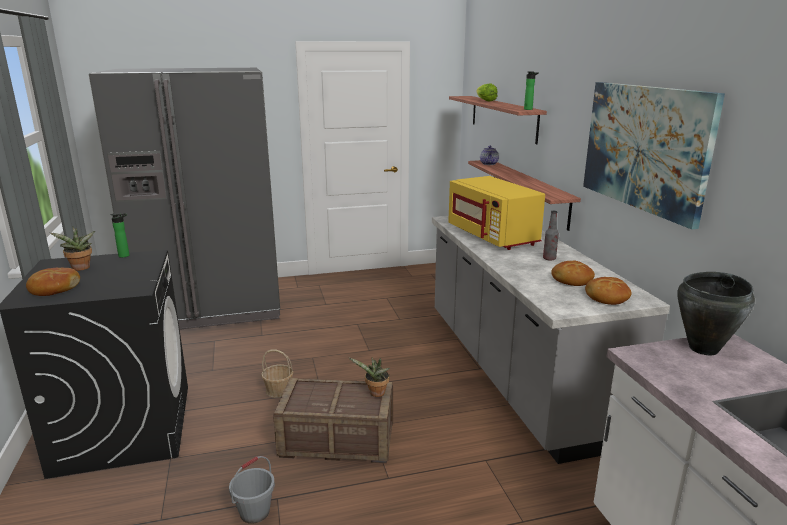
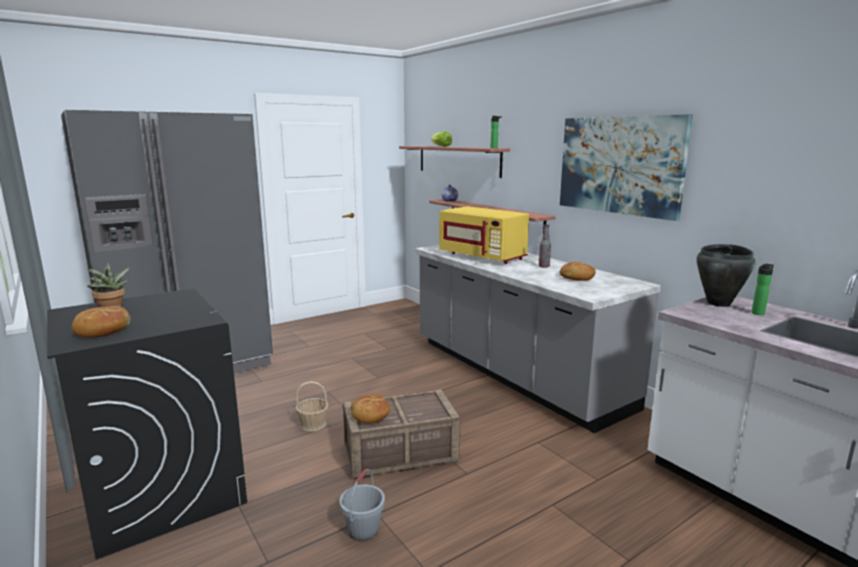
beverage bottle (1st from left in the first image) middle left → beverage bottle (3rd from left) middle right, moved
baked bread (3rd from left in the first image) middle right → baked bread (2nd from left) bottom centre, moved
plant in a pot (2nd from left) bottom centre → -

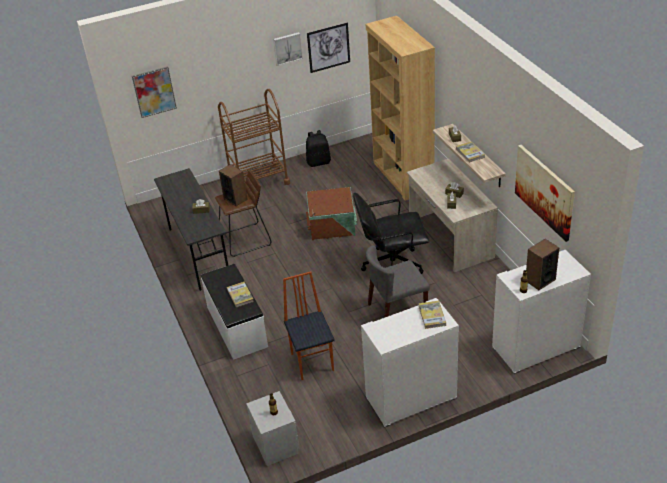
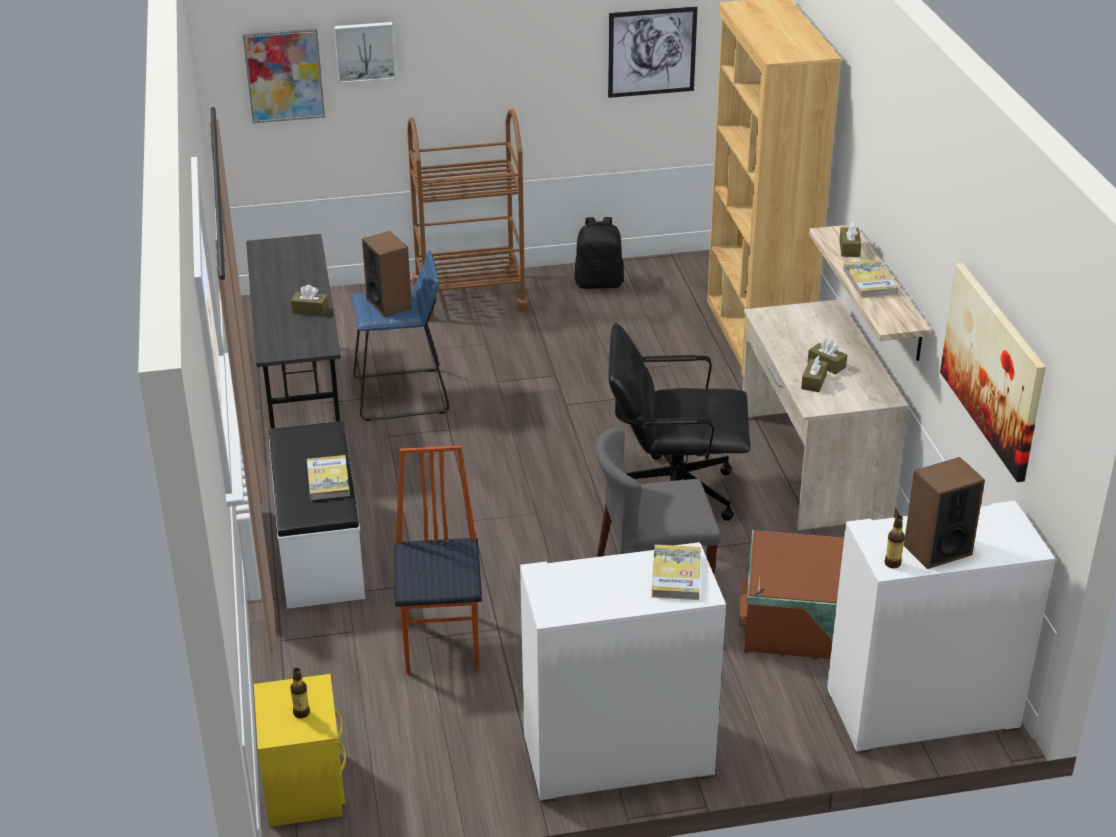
picture (2nd from left) top centre → picture (2nd from left) top left, moved
sitting stool (brownish) centre → sitting stool (bluish) centre
storage box (brownish) centre → storage box (brownish) bottom right, moved
nightstand (grey) bottom centre → nightstand (yellow) bottom left

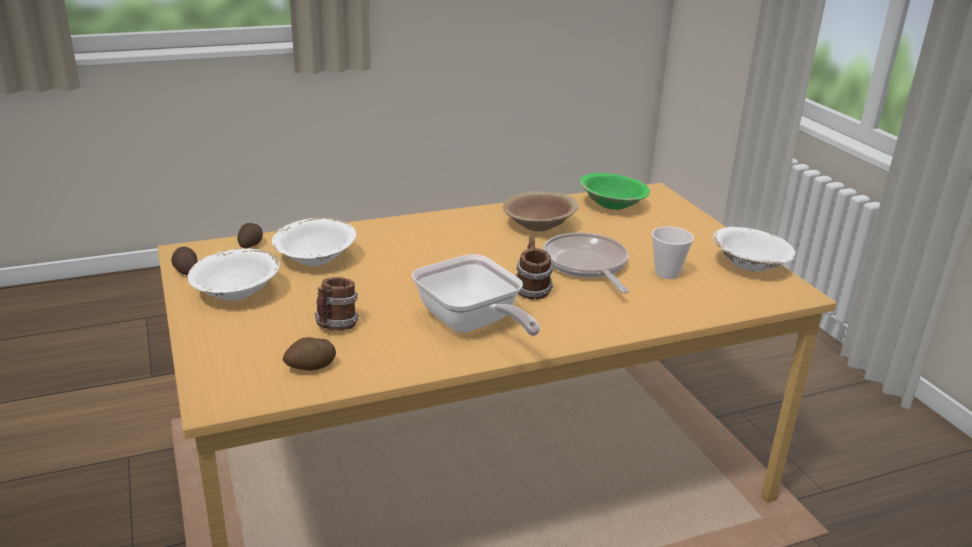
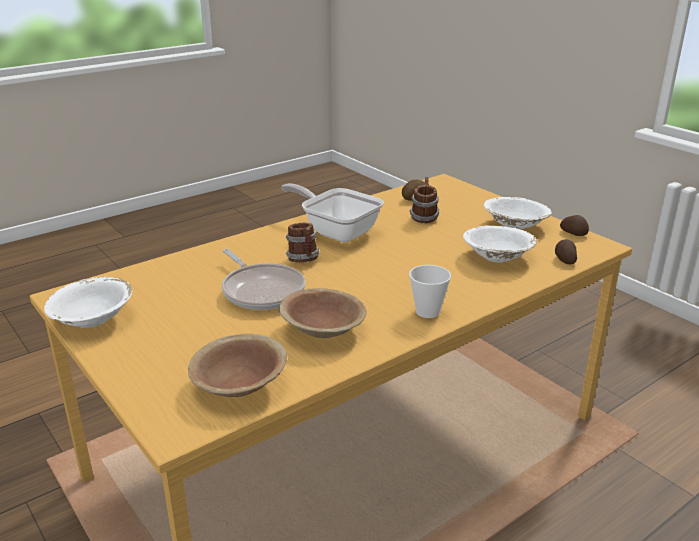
serving bowl (greenish) centre → serving bowl (brownish) (1st from left) bottom centre
drinking cup middle right → drinking cup centre, moved

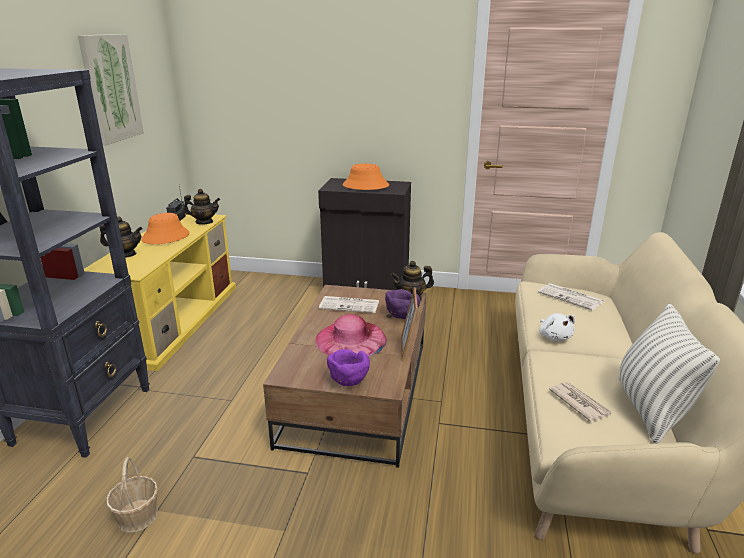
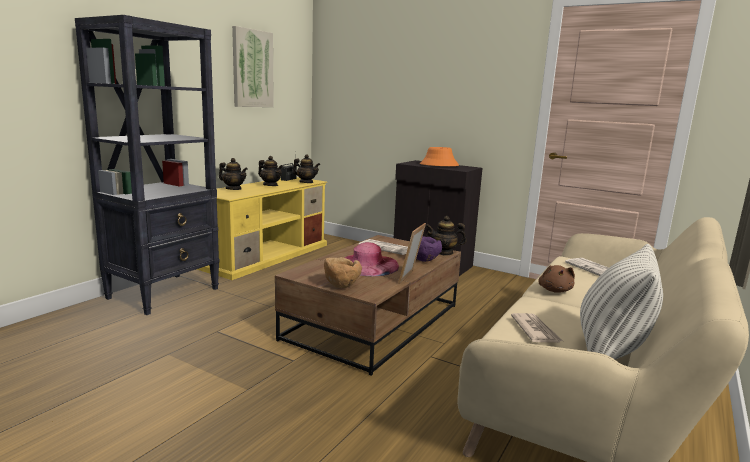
hat (orange) (1st from left) middle left → tea pot (2nd from left) centre
cuddly toy (white) middle right → cuddly toy (brownish) middle right
serving bowl (purplish) (1st from left) centre → serving bowl (brownish) centre
basket bottom left → -

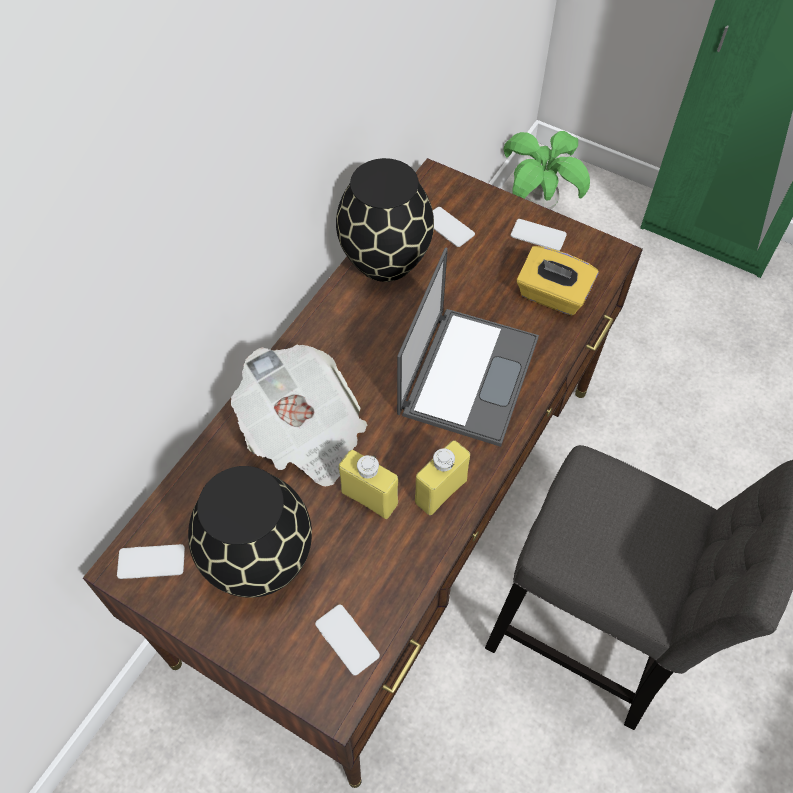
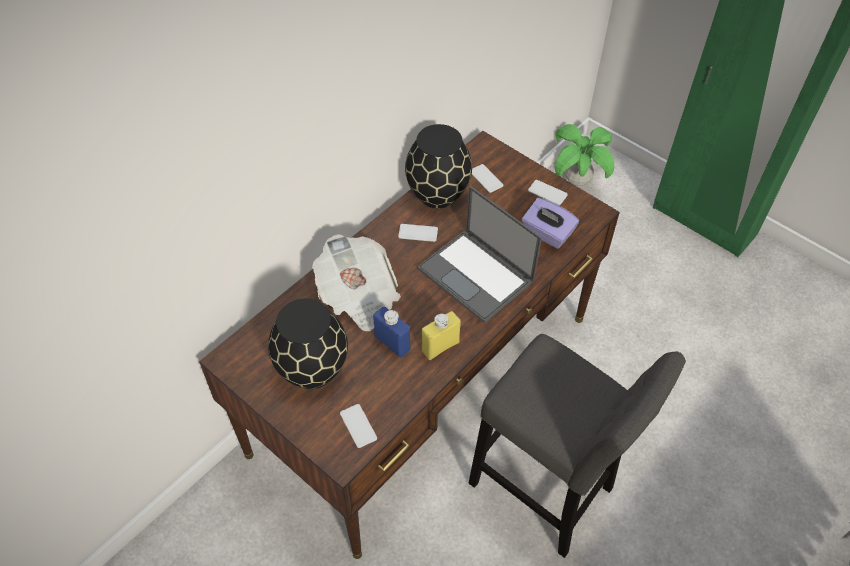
tissue box (yellow) middle right → tissue box (purplish) centre
laptop centre, 105 degrees clockwise
beverage bottle (yellow) (1st from left) centre → beverage bottle (bluish) centre
telephone (1st from left in the first image) bottom left → telephone (2nd from left) centre, moved

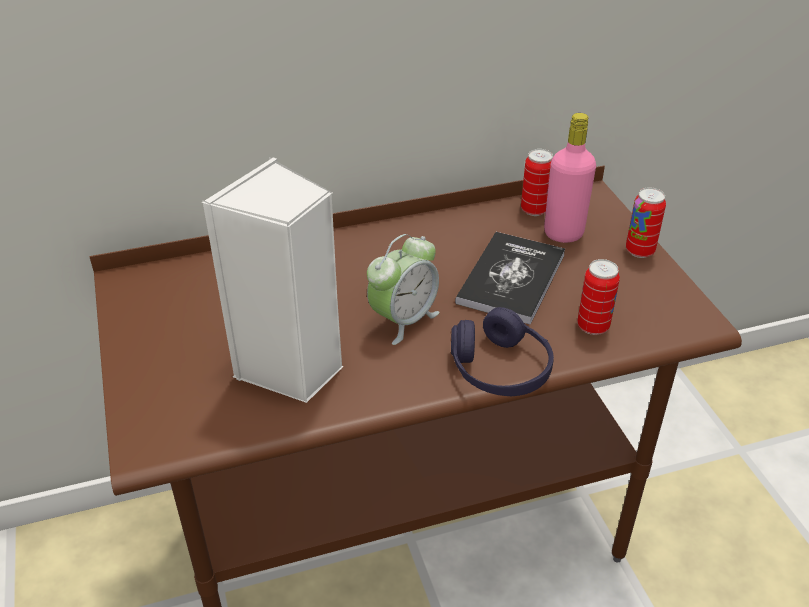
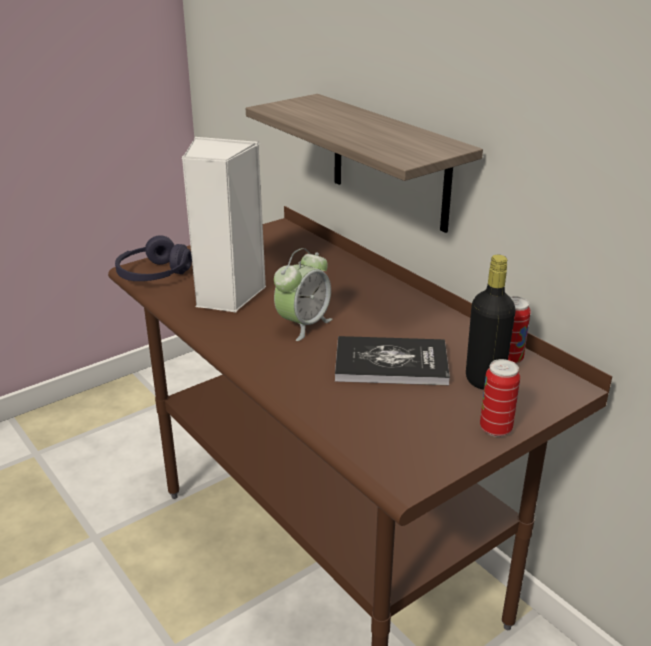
beverage bottle (pinkish) top right → beverage bottle (black) middle right
bedside clock centre, 75 degrees counterclockwise
metal can (2nd from left) middle right → -
headphones (purplish) centre → headphones (purplish) middle left, moved
- → shelf top centre

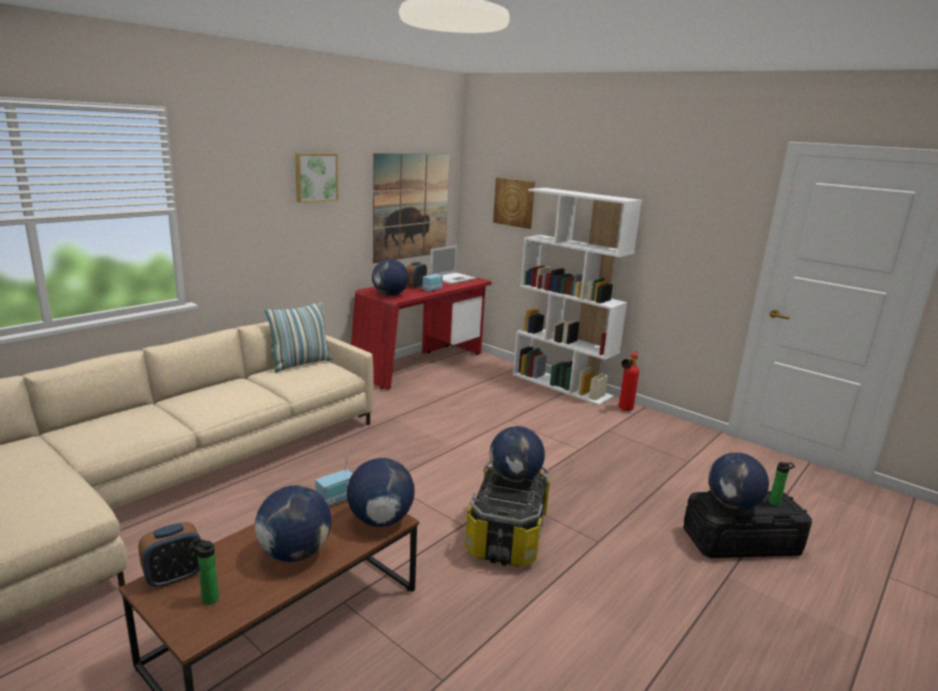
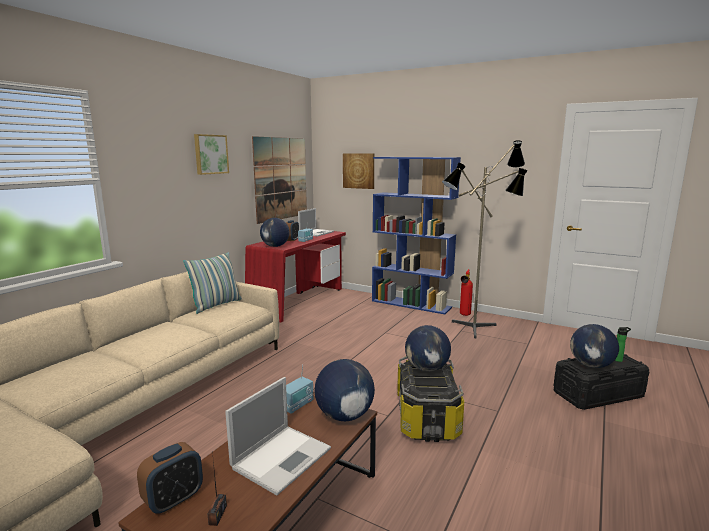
shelving unit (white) centre → shelving unit (bluish) centre
world globe (1st from left) bottom left → laptop (1st from left) bottom centre
beverage bottle (1st from left) bottom left → radio (1st from left) bottom left
- → standing lamp middle right

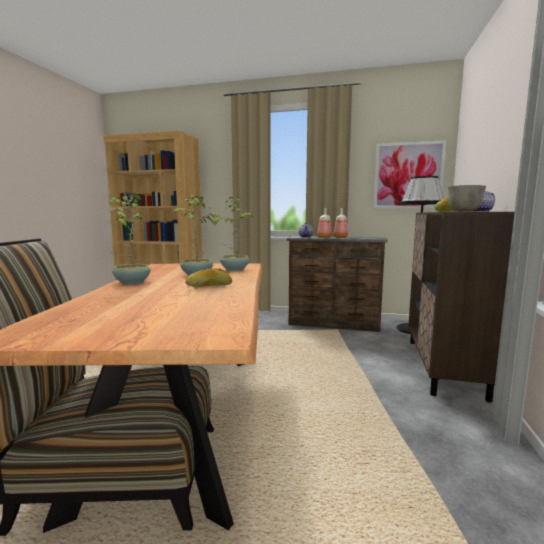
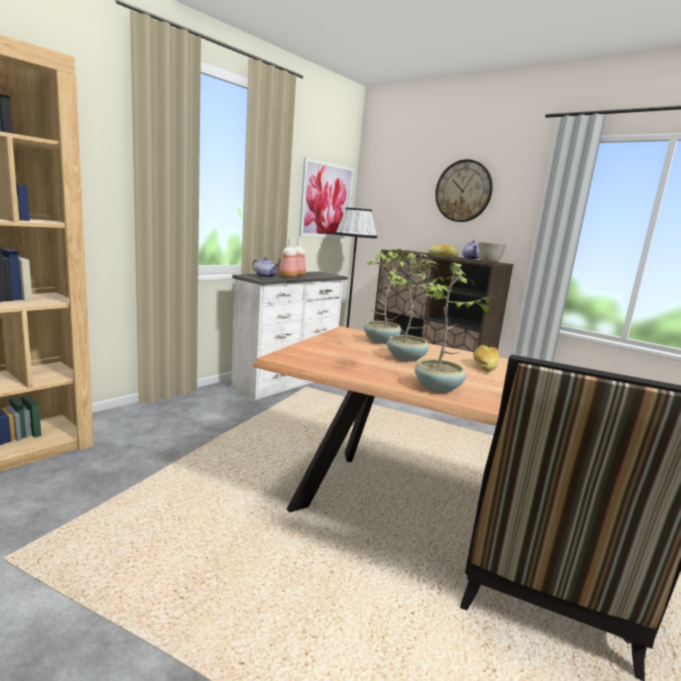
dresser (brownish) centre → dresser (white) centre
- → wall clock top right

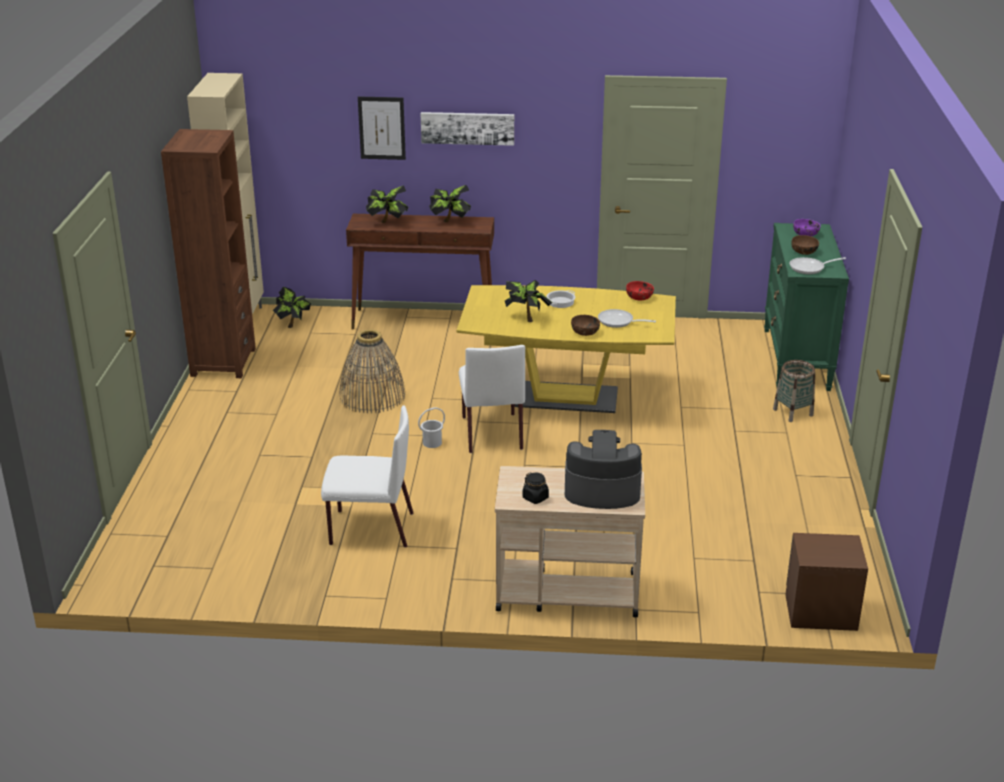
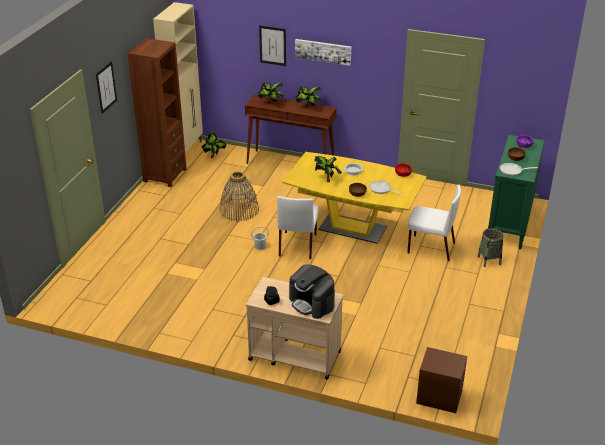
plain chair (white) (1st from left in the first image) centre → plain chair (white) (2nd from left) middle right, moved
coffee maker centre, 150 degrees counterclockwise
- → picture (1st from left) top left

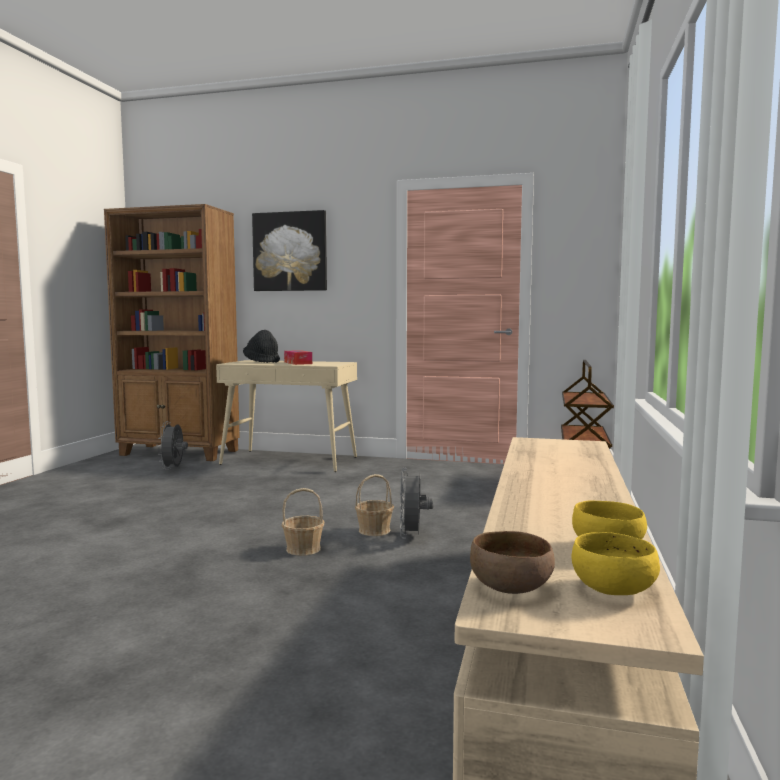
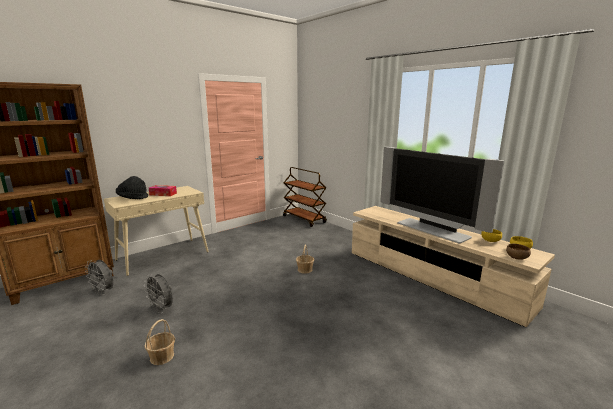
picture top centre → -
cooling fan (grey) (2nd from left) centre → cooling fan (grey) (2nd from left) bottom left, moved
basket (1st from left) bottom centre → basket (1st from left) bottom left, moved
- → TV middle right

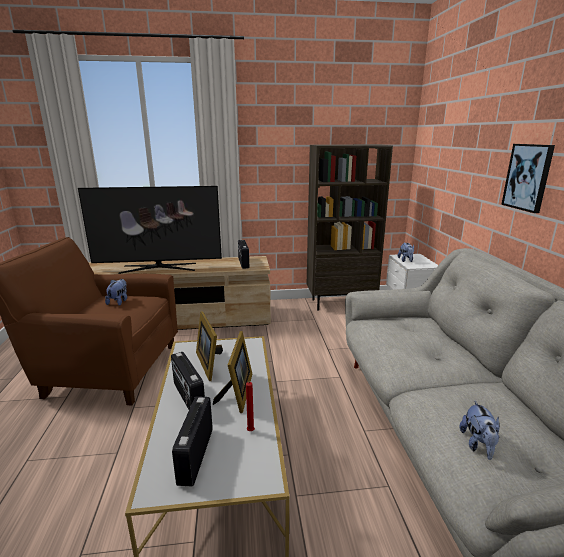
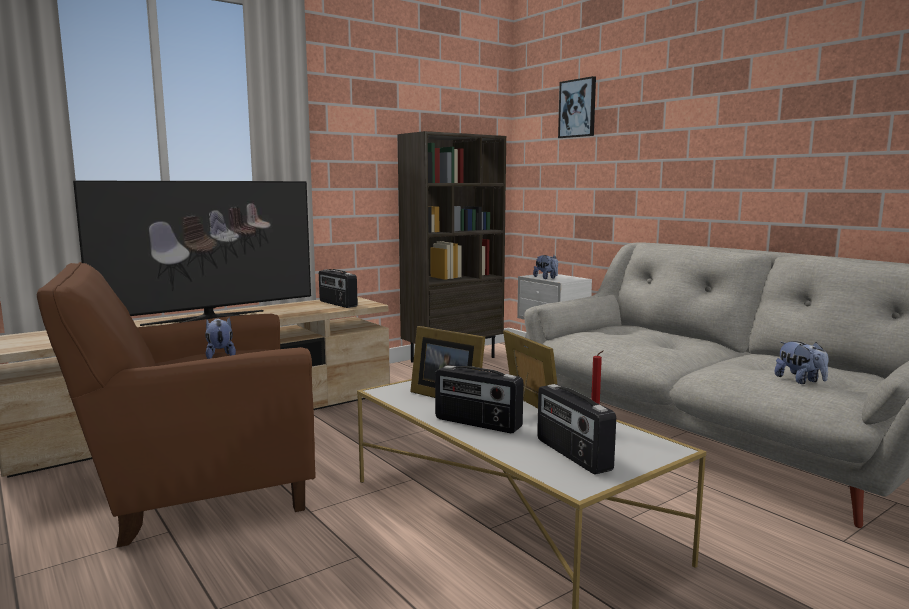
picture top right → picture top centre, moved

